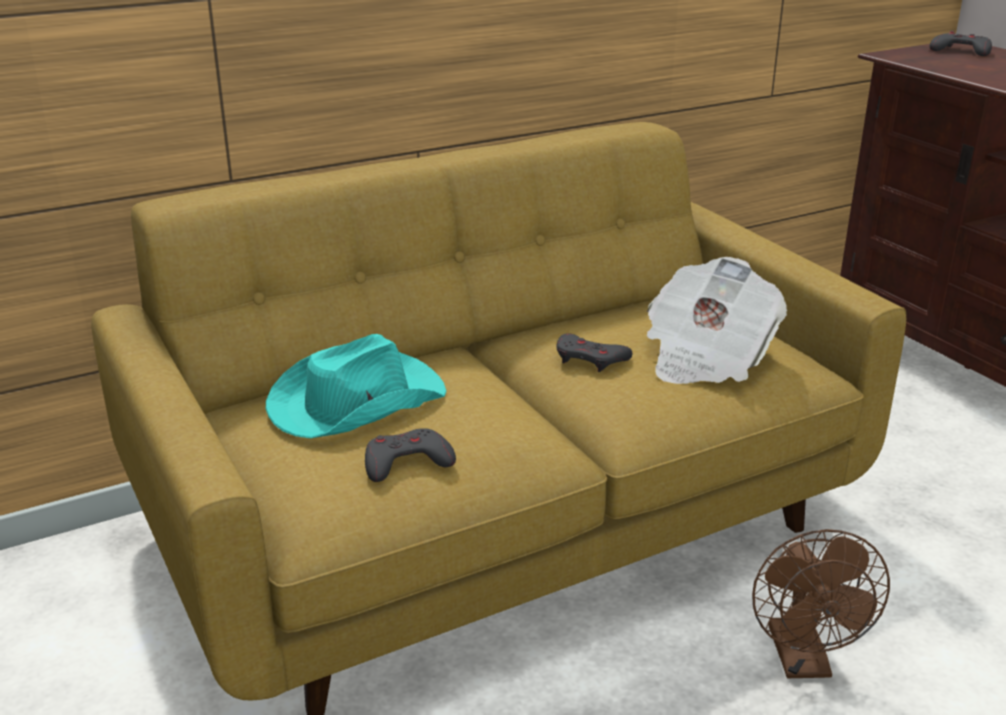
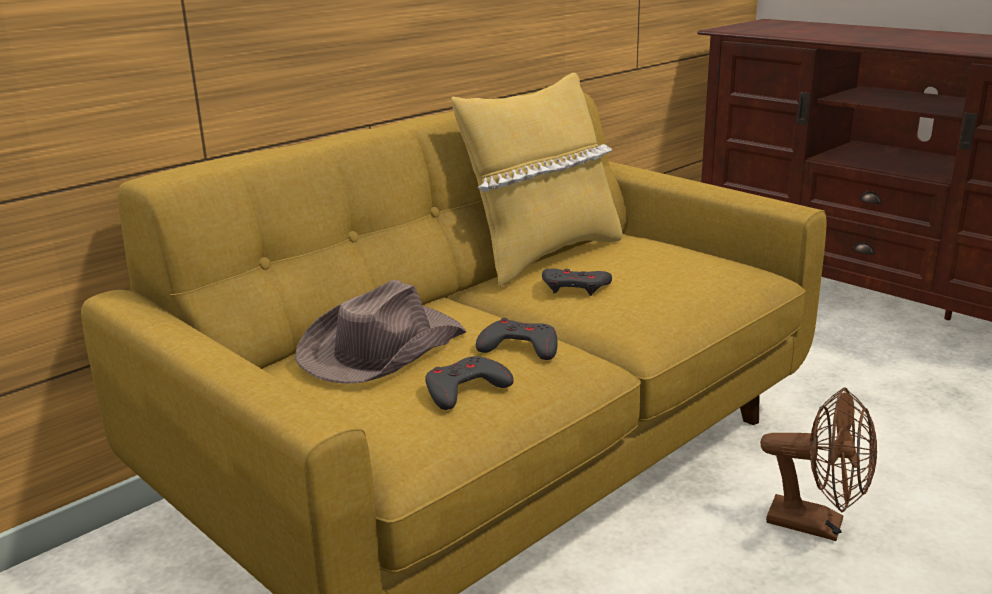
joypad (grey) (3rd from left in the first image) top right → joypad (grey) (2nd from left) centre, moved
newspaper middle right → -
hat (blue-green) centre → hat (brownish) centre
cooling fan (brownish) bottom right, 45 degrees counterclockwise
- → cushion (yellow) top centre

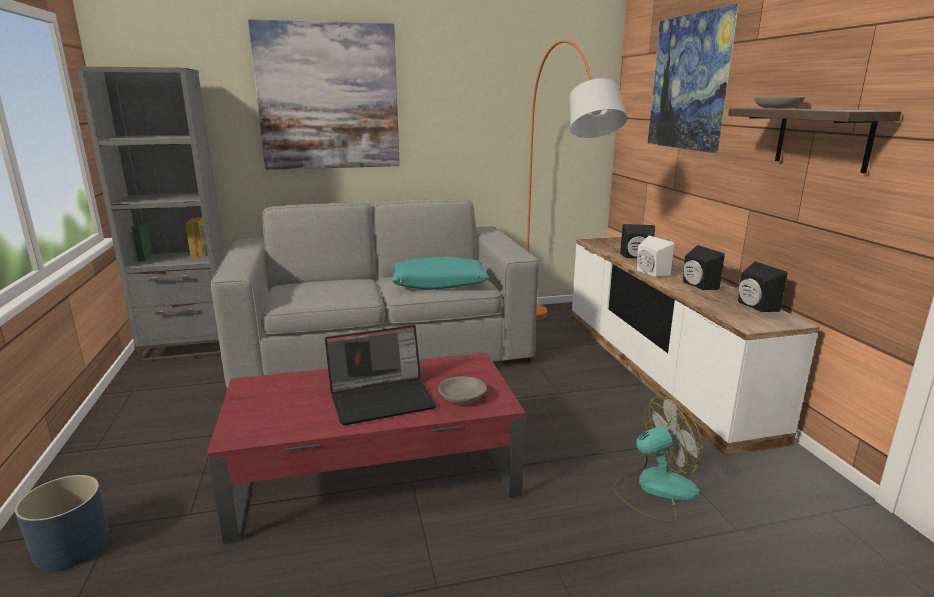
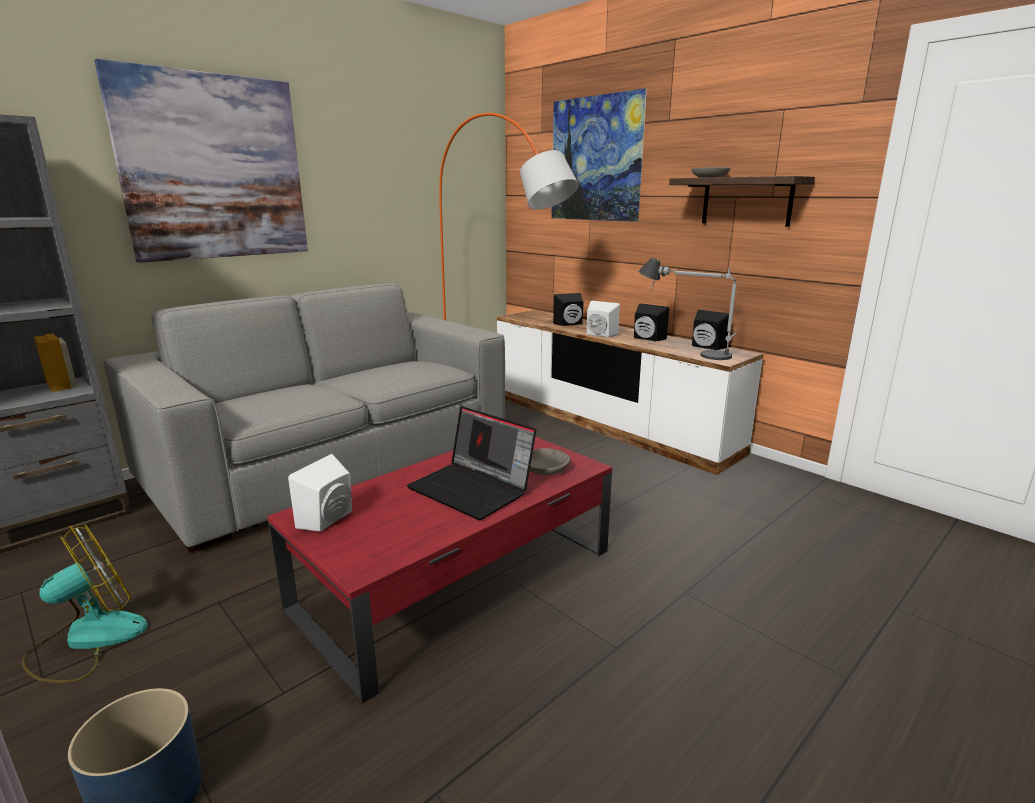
cushion (blue-green) centre → -
laptop centre, 90 degrees clockwise
cooling fan bottom right → cooling fan bottom left, moved
- → tabletop lamp centre
- → speaker (white) (1st from left) middle left

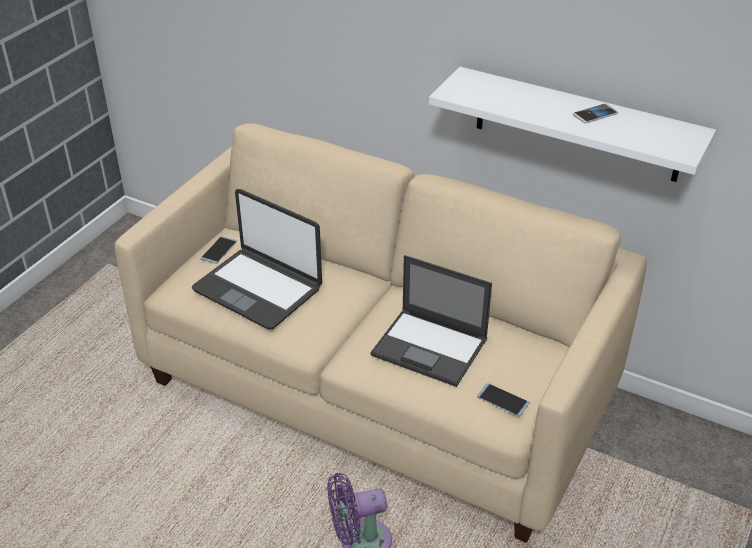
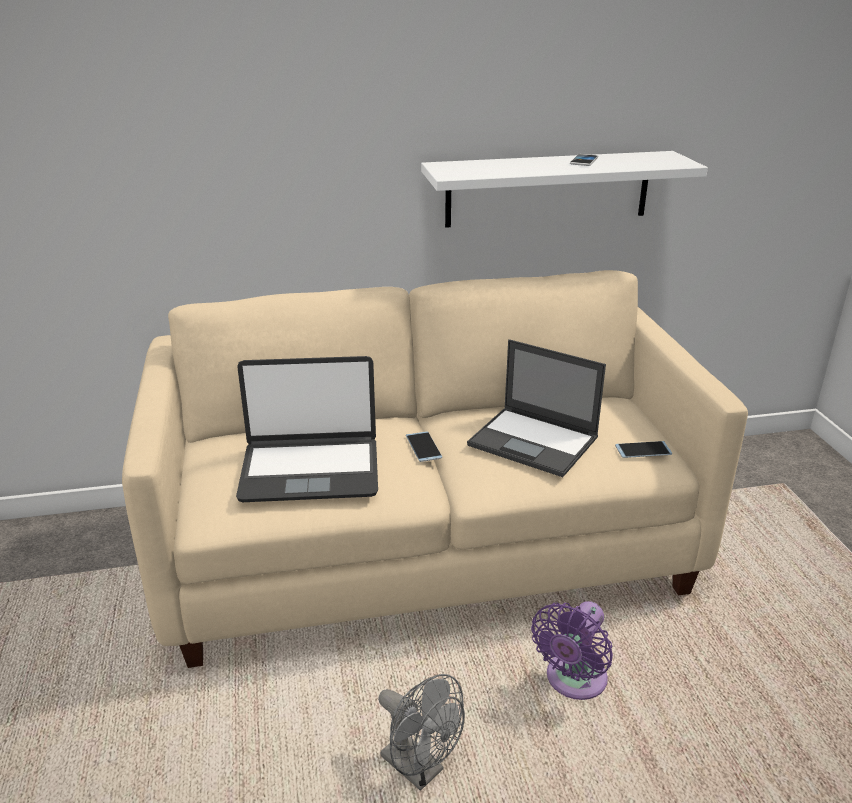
telephone (1st from left) middle left → telephone (1st from left) centre, moved
laptop (2nd from left) centre, 45 degrees clockwise
- → cooling fan (grey) bottom centre

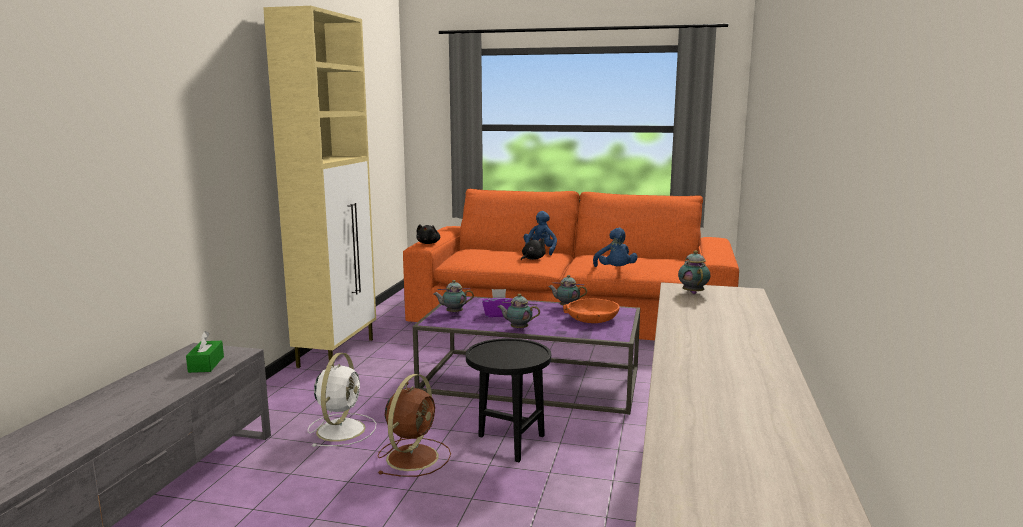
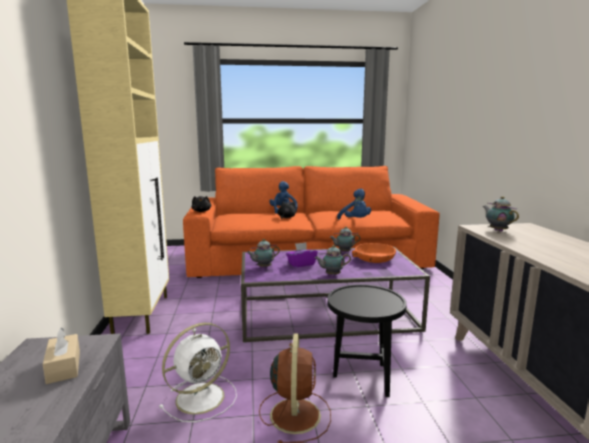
tissue box (greenish) bottom left → tissue box (beige) bottom left
cooling fan (white) bottom centre, 60 degrees clockwise

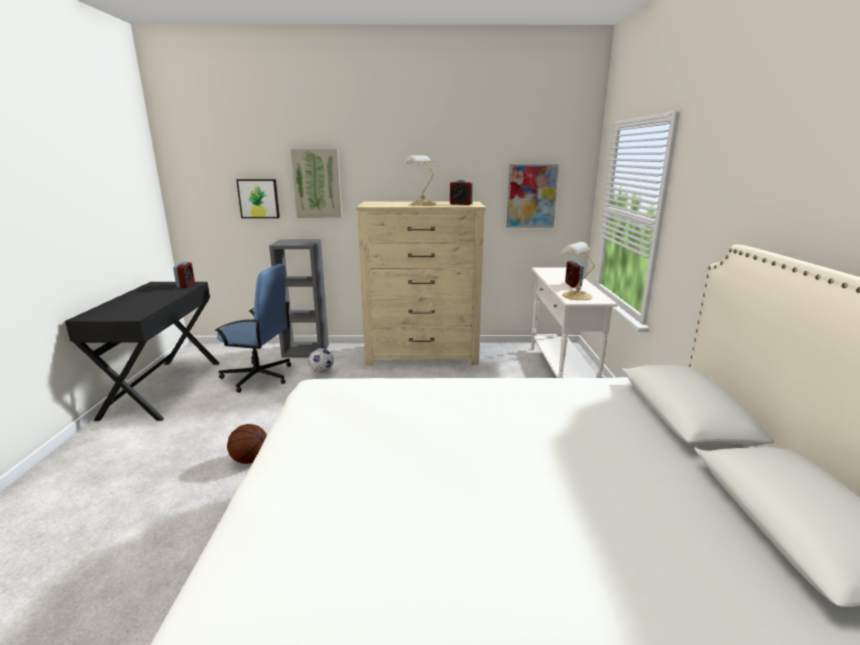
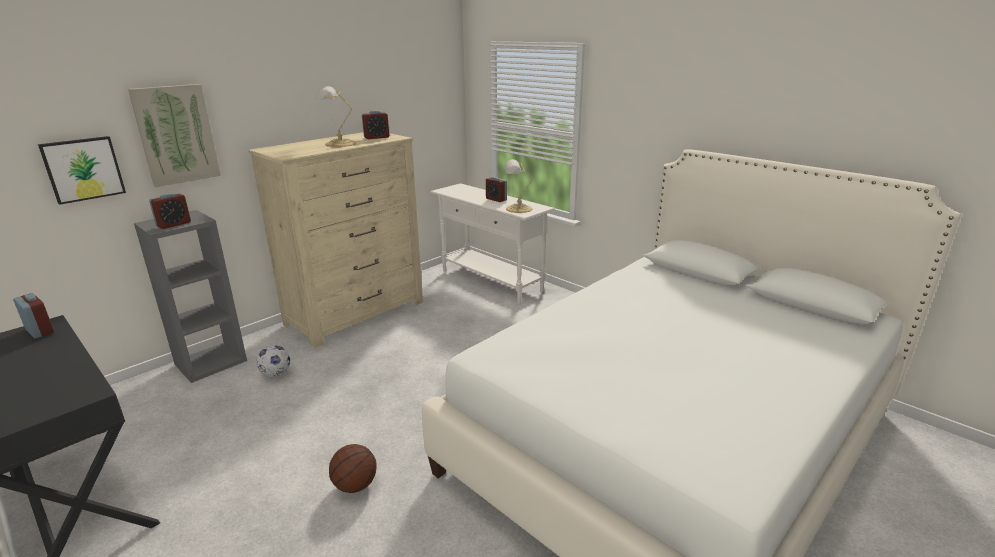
picture (3rd from left) top centre → -
office chair (bluish) middle left → -
- → bedside clock (2nd from left) middle left

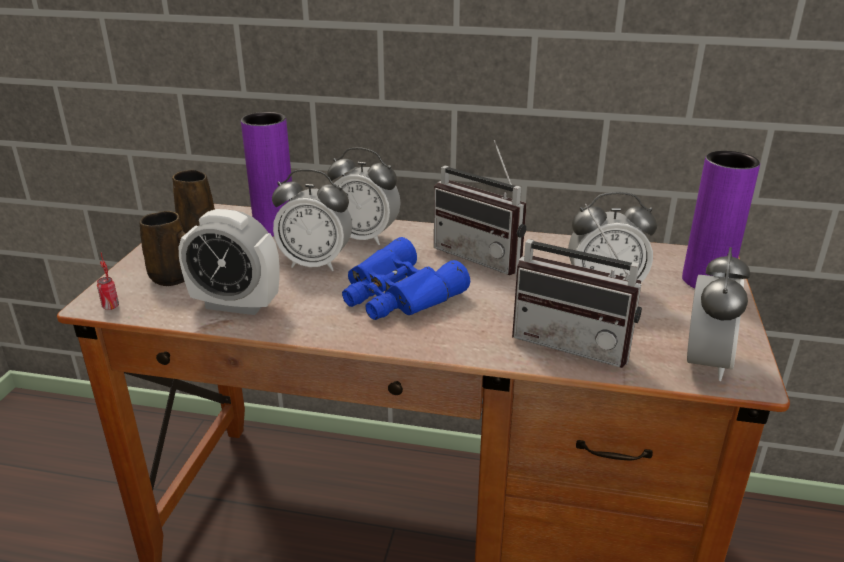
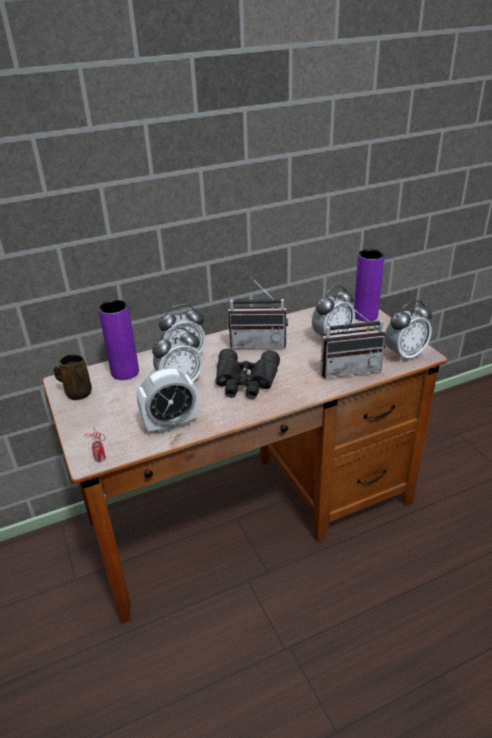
tea mug (brownish) (1st from left) middle left → -
field glasses (bluish) centre → field glasses (black) centre
bedside clock (5th from left) middle right, 75 degrees clockwise

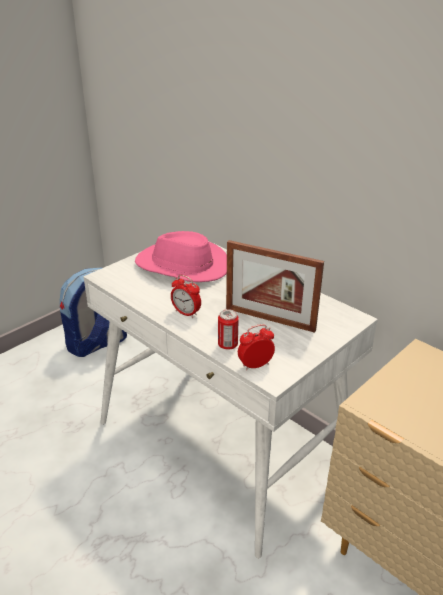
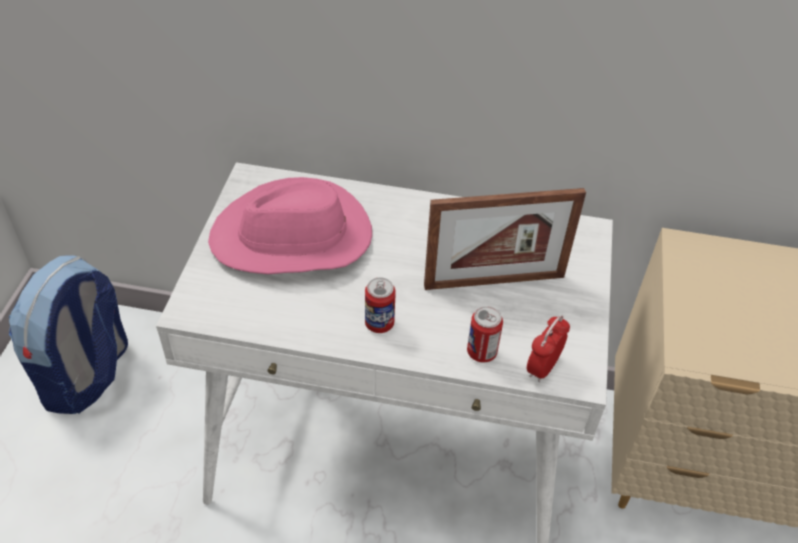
bedside clock (1st from left) centre → metal can (1st from left) centre

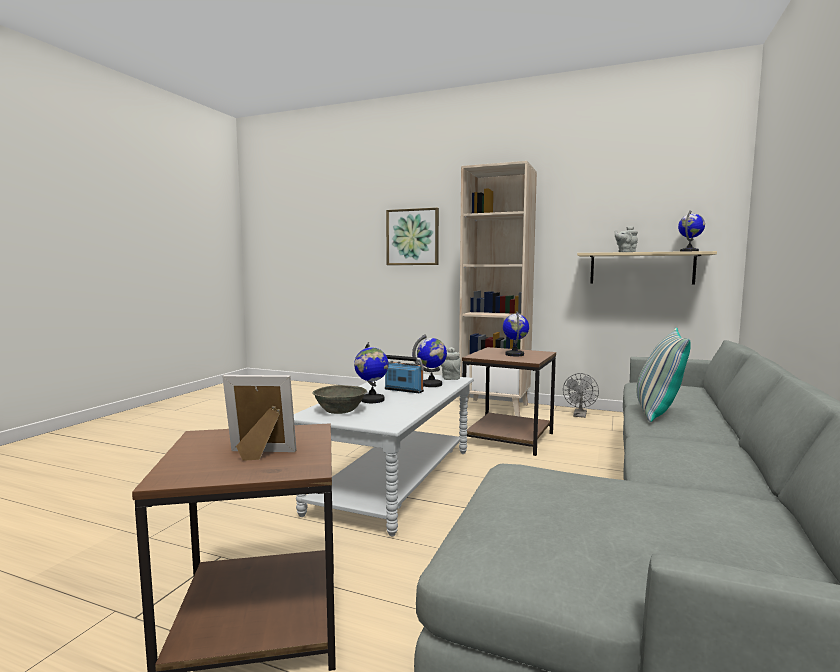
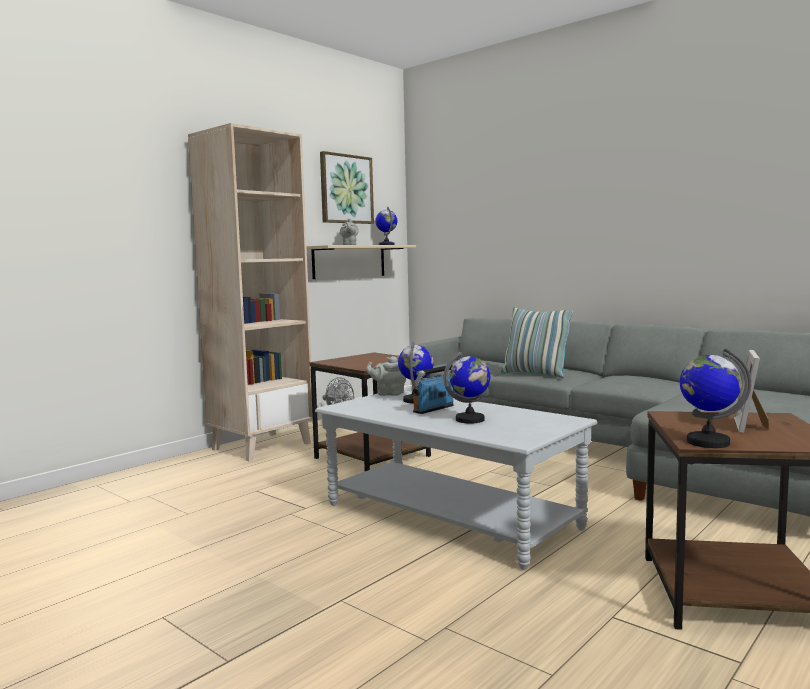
picture centre → picture top centre, moved
world globe (3rd from left in the first image) centre → world globe (4th from left) middle right, moved
serving bowl (grey) centre → -

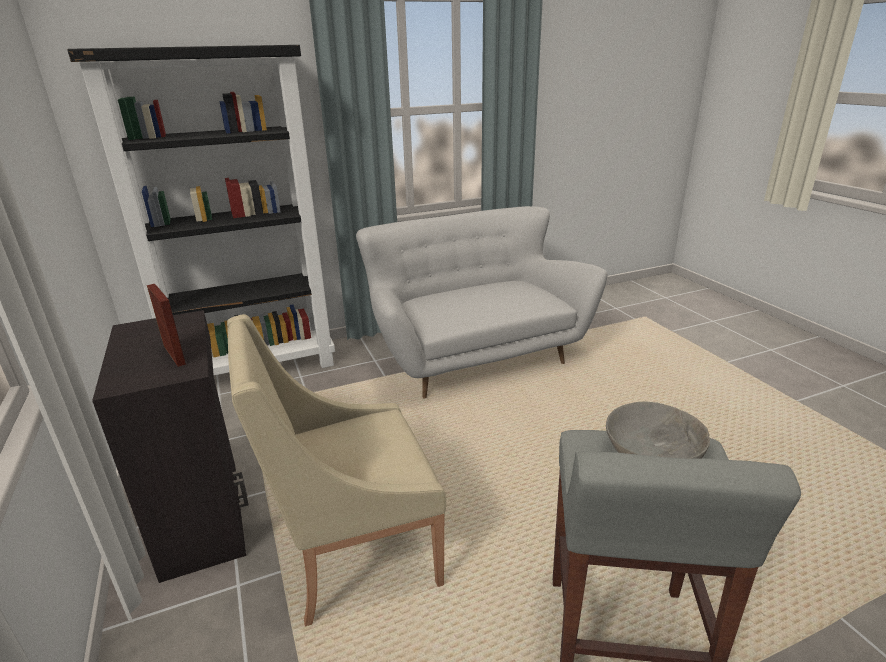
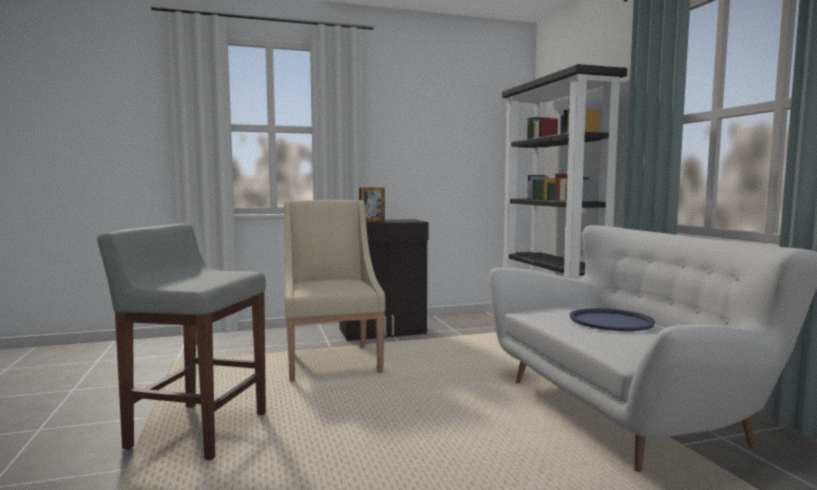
serving bowl (grey) middle right → -
- → tray (bluish) middle right

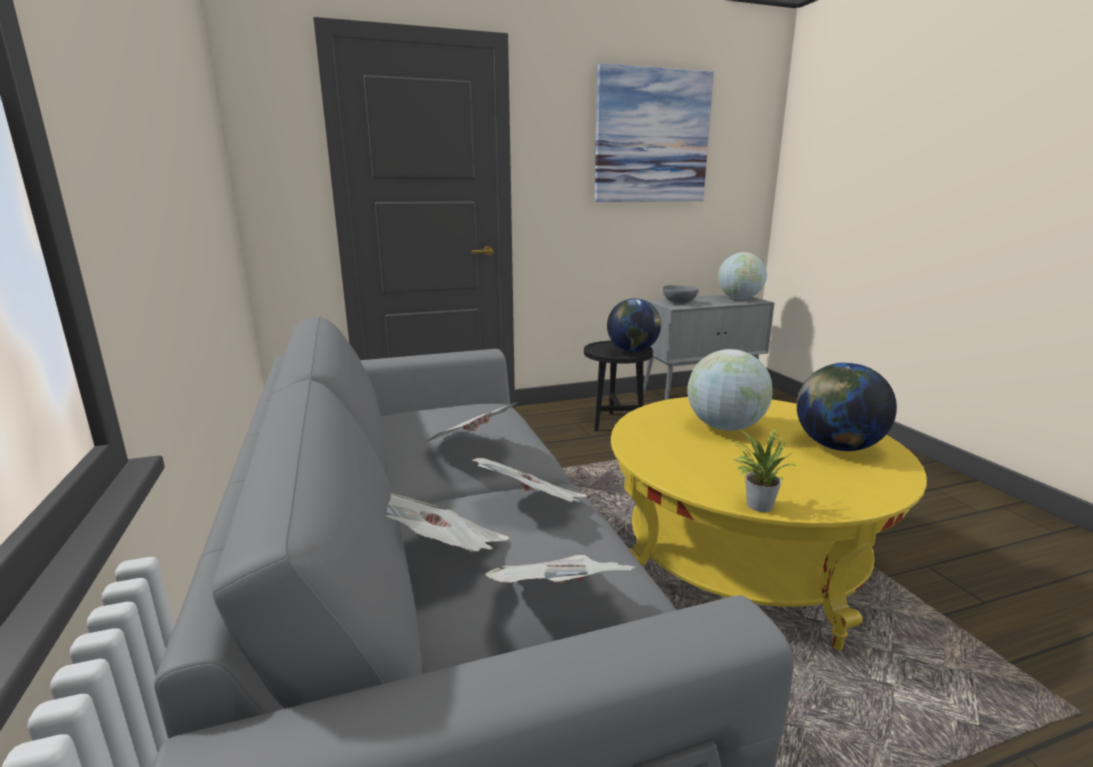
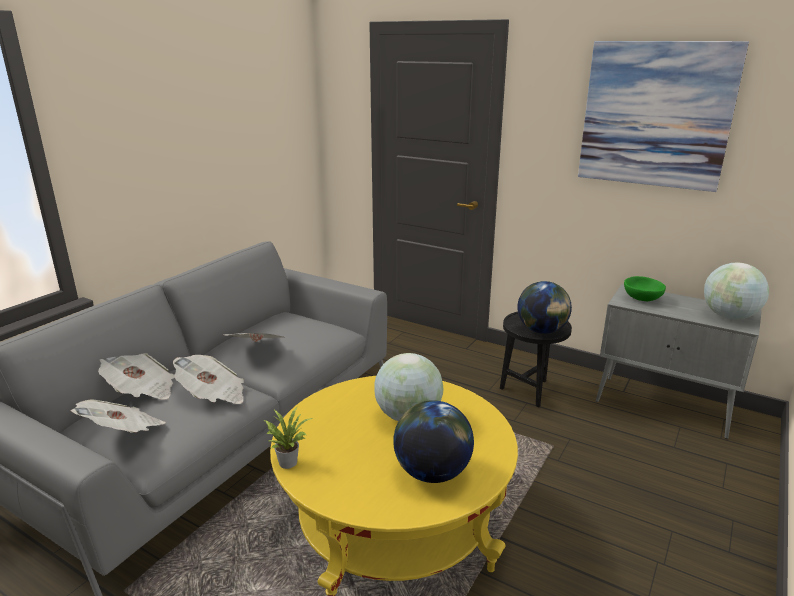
serving bowl (grey) centre → serving bowl (greenish) middle right

